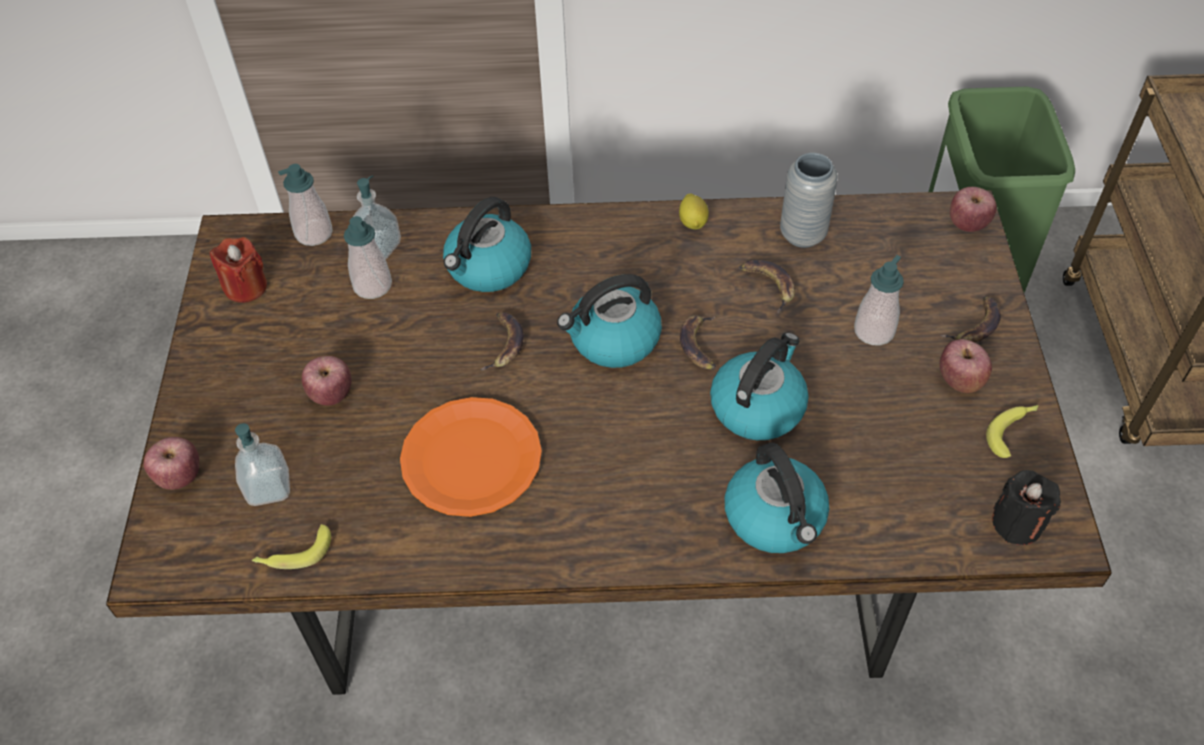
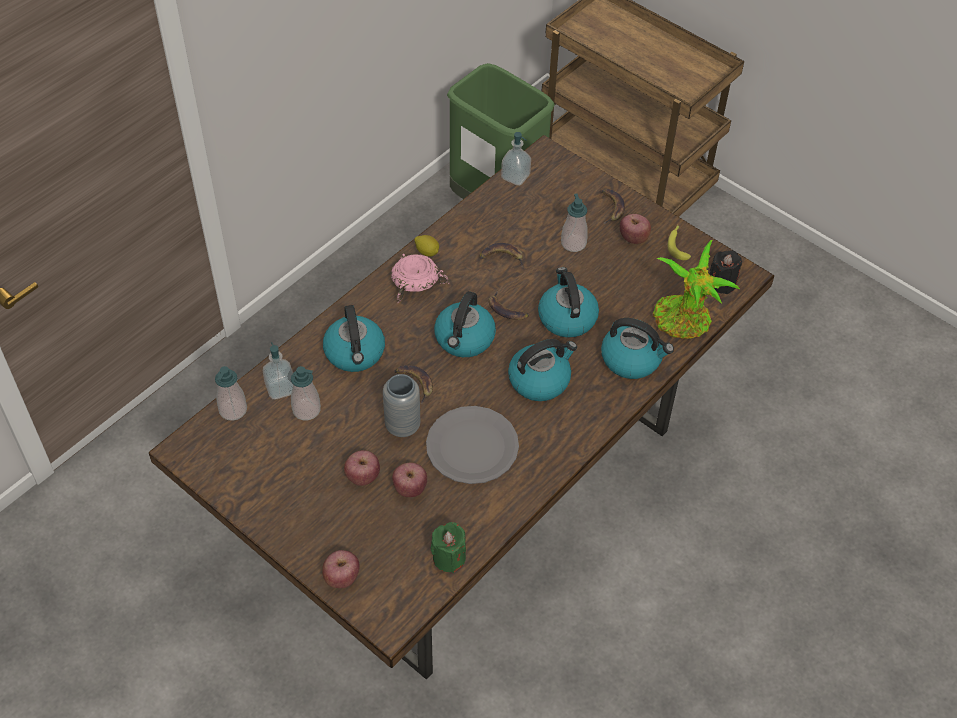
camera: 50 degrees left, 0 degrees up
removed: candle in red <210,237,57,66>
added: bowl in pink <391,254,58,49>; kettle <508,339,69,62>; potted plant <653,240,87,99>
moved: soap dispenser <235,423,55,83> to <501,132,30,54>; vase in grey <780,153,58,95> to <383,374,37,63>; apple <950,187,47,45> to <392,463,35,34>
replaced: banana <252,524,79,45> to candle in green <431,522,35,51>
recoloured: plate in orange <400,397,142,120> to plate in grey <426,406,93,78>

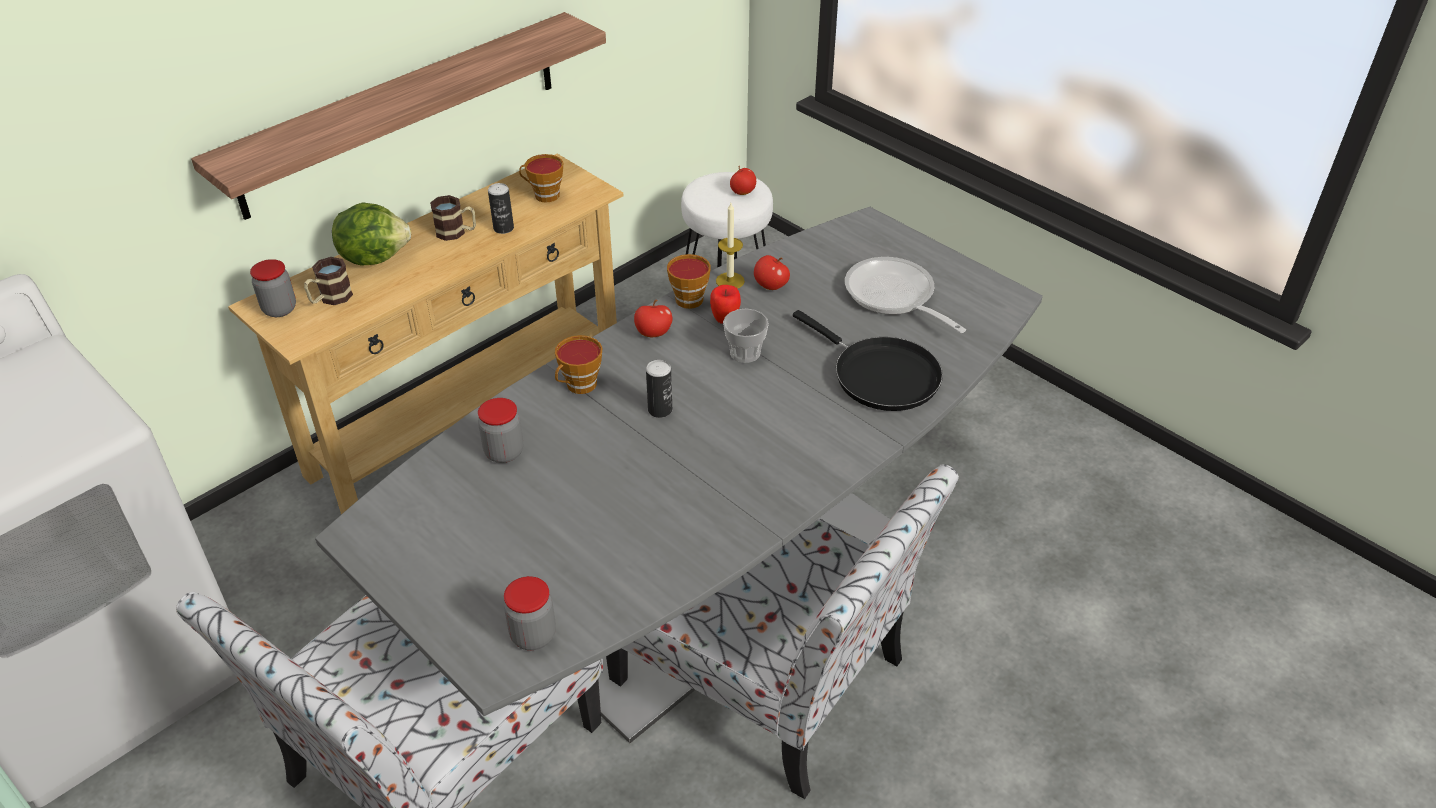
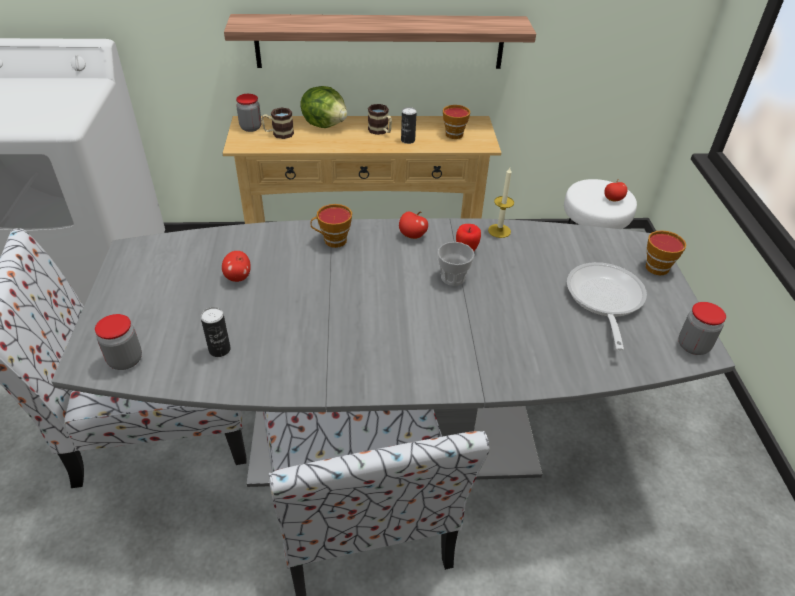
camera: 40 degrees right, 0 degrees up
removed: frying pan in black <793,310,150,101>
moved: jar <478,398,45,65> to <679,302,47,53>; can <646,360,26,58> to <201,307,30,50>; cup <667,254,44,55> to <646,230,40,45>; apple <754,255,36,35> to <222,251,29,31>

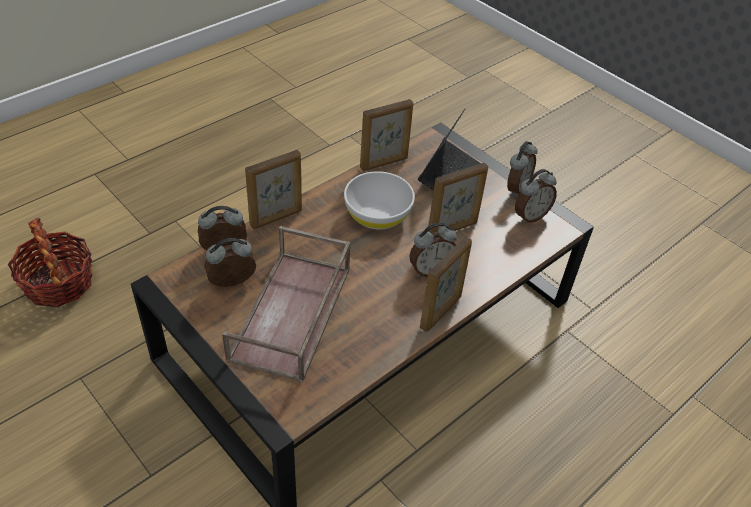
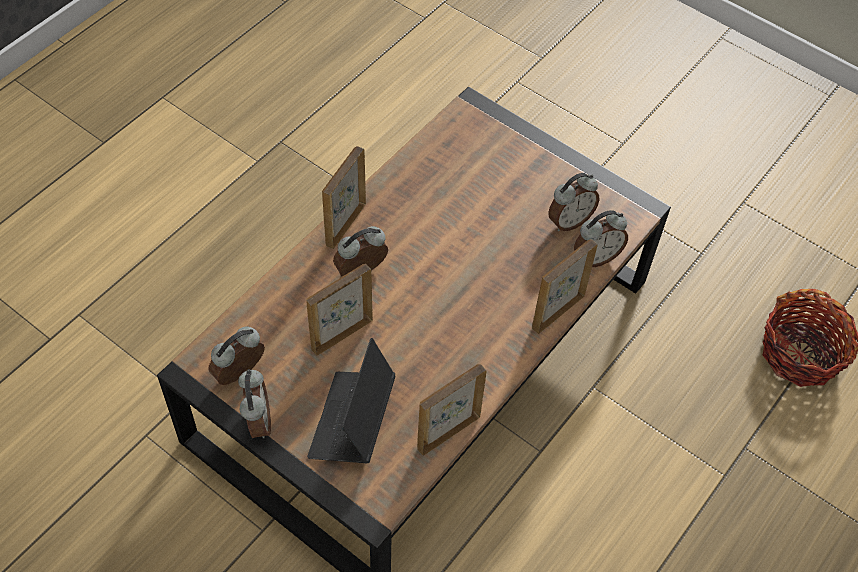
camera: 170 degrees right, 10 degrees up
removed: tray in brown <222,226,129,157>; bowl in white <344,171,71,59>
turned: alarm clock <507,141,31,56> = <238,369,33,69> 150 degrees clockwise

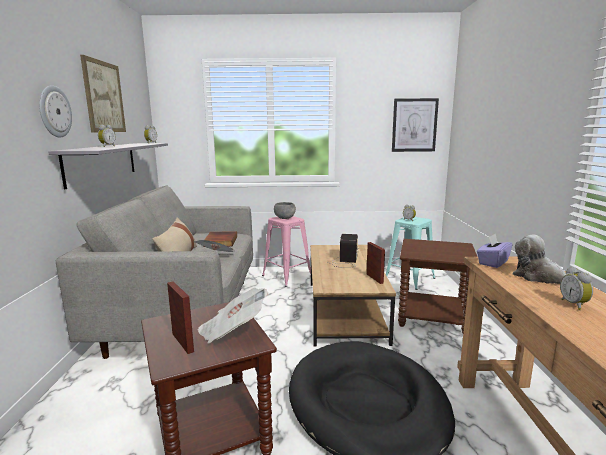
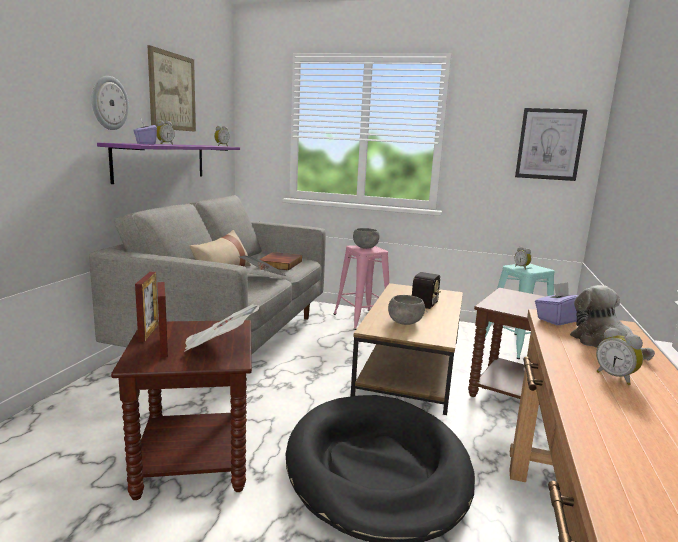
camera: 15 degrees right, 0 degrees up
added: tissue box in purple <133,119,24,26>; bowl in grey <388,295,37,30>
moved: picture frame <366,242,19,42> to <135,272,23,70>
recoloured: shelf in grey <48,143,120,46> to shelf in purple <97,143,143,41>
turned: alarm clock <560,267,33,43> = <596,327,47,58> 45 degrees counterclockwise

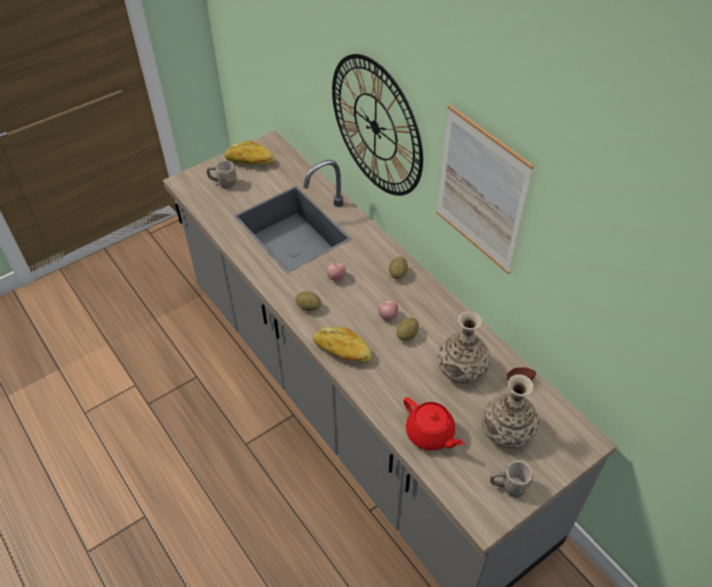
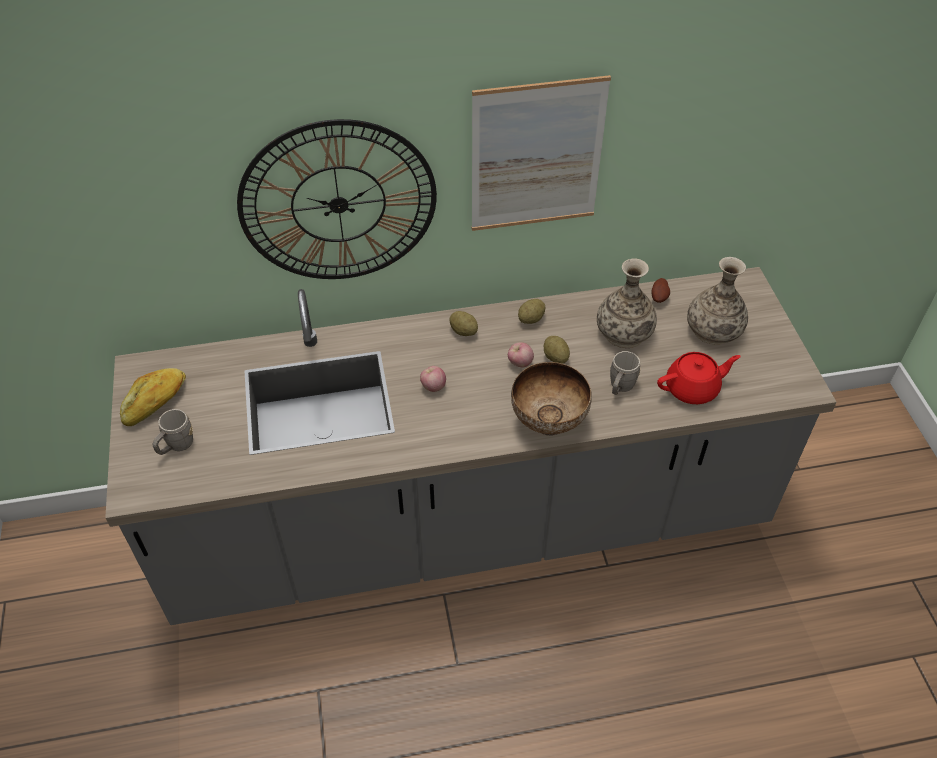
camera: 65 degrees left, 0 degrees up
moved: potato <296,291,25,20> to <518,299,27,25>; mug in grey <490,461,43,36> to <610,351,31,44>
replaced: bread <313,327,59,35> to bowl <511,362,81,74>

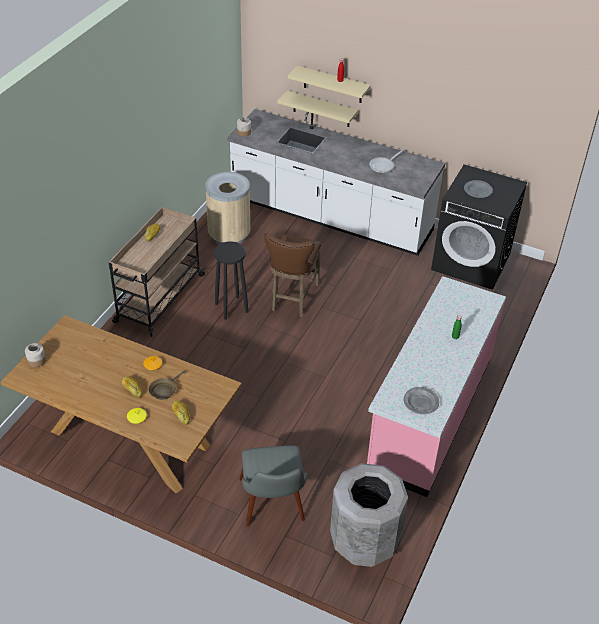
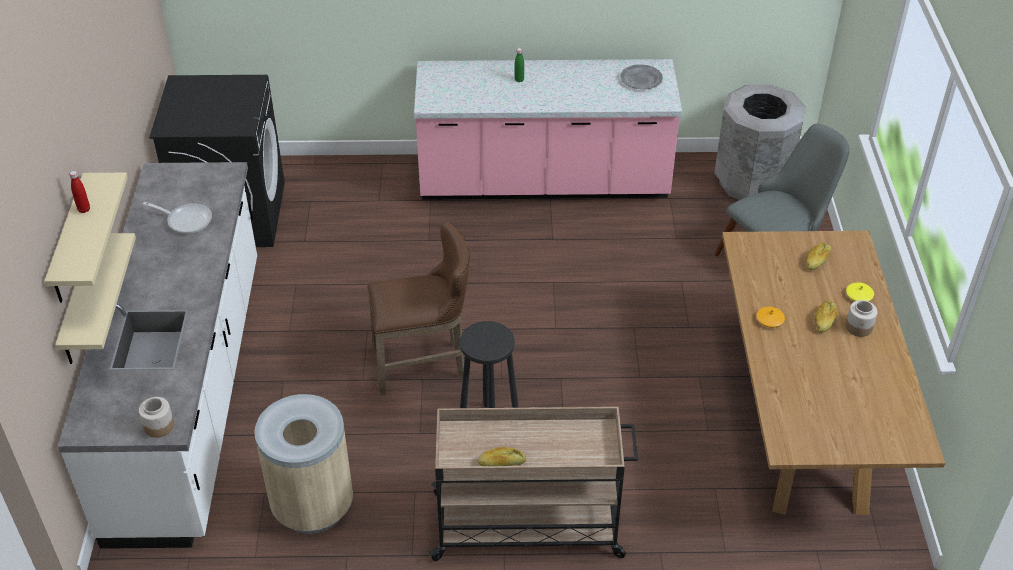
camera: 115 degrees left, 0 degrees up
removed: frying pan in brown <149,370,37,30>; plate in grey <464,180,29,18>
moved: jar <25,343,21,24> to <845,300,33,37>

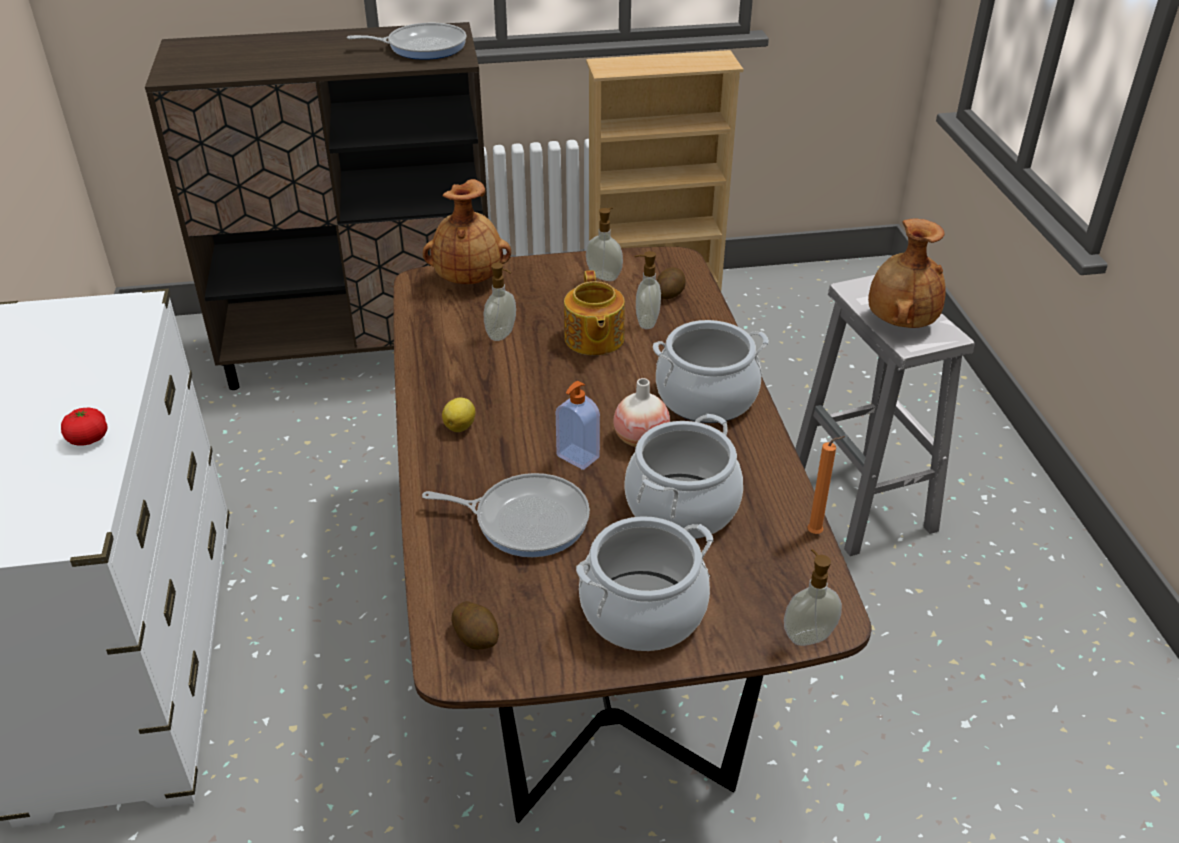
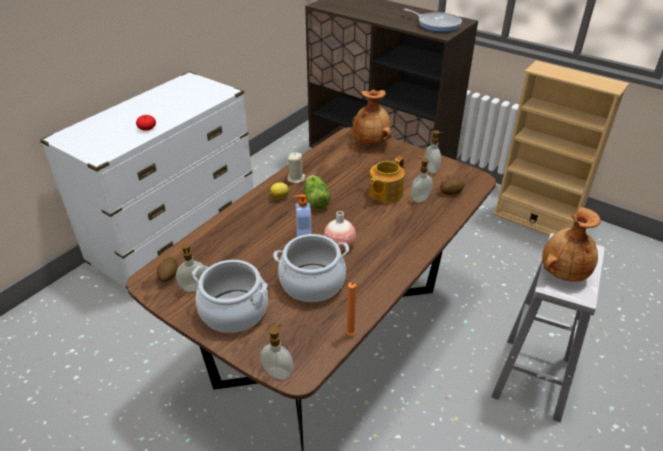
camera: 45 degrees right, 0 degrees up
removed: frying pan <422,473,168,84>; cooking pot <653,320,116,103>
added: candle in beige <287,152,18,31>; lettuce <304,175,27,35>
moved: soap dispenser <484,263,32,78> to <176,243,30,49>

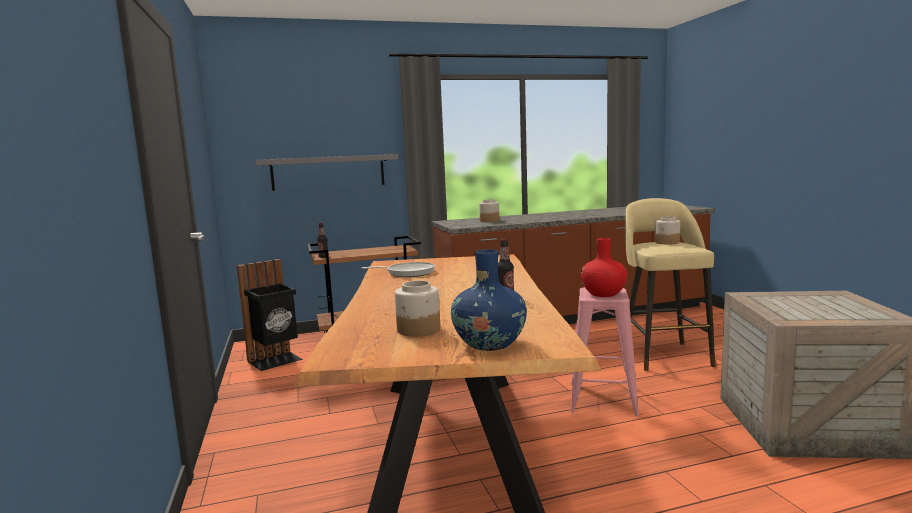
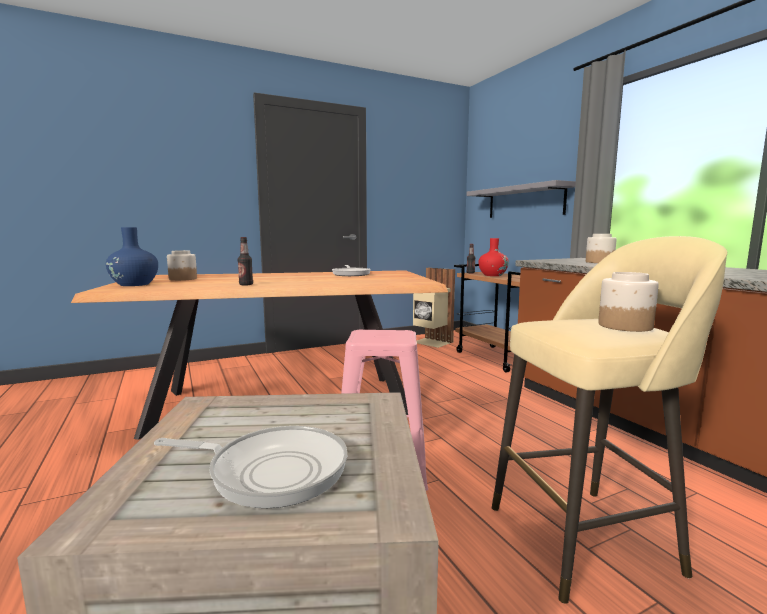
camera: 80 degrees right, 0 degrees up
added: frying pan <154,426,193,82>
moved: vase in red <581,238,46,59> to <478,238,31,38>
recoloured: trash can in black <237,259,66,112> to trash can in beige <413,268,42,80>

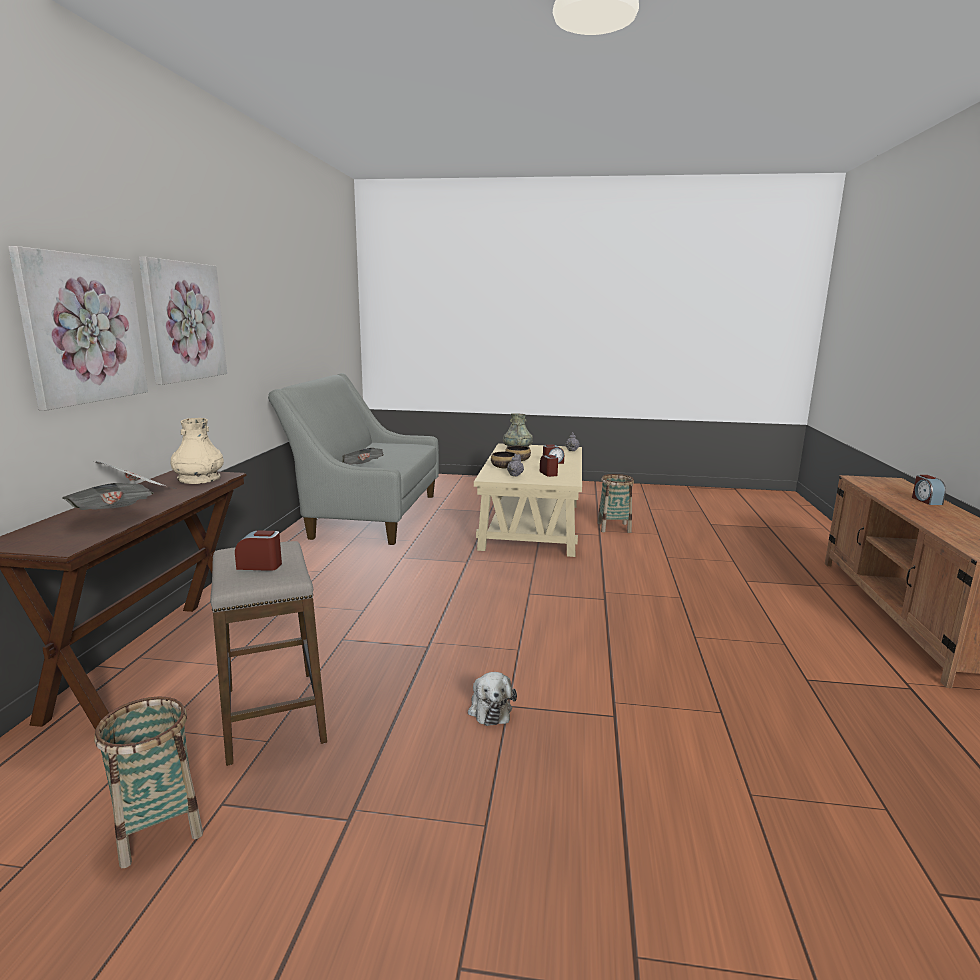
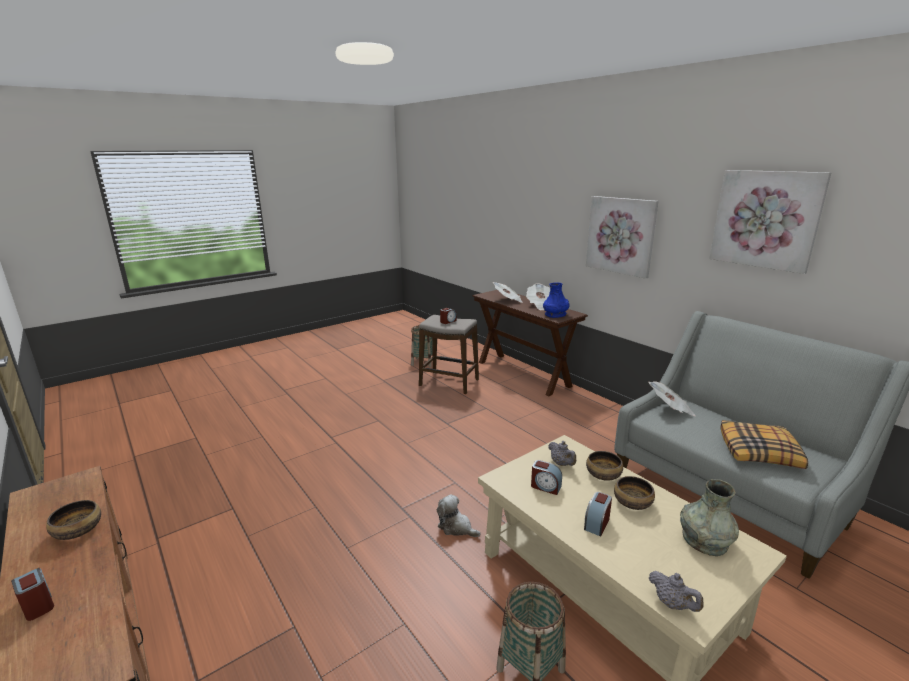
camera: 135 degrees right, 5 degrees up
added: bowl <46,500,55,40>; pillow <720,420,88,49>
moved: picture <9,246,139,164> to <709,170,122,104>; plush toy <468,672,49,54> to <437,494,44,43>
recoloured: vase in beige <171,418,53,66> to vase in blue <543,282,27,36>

